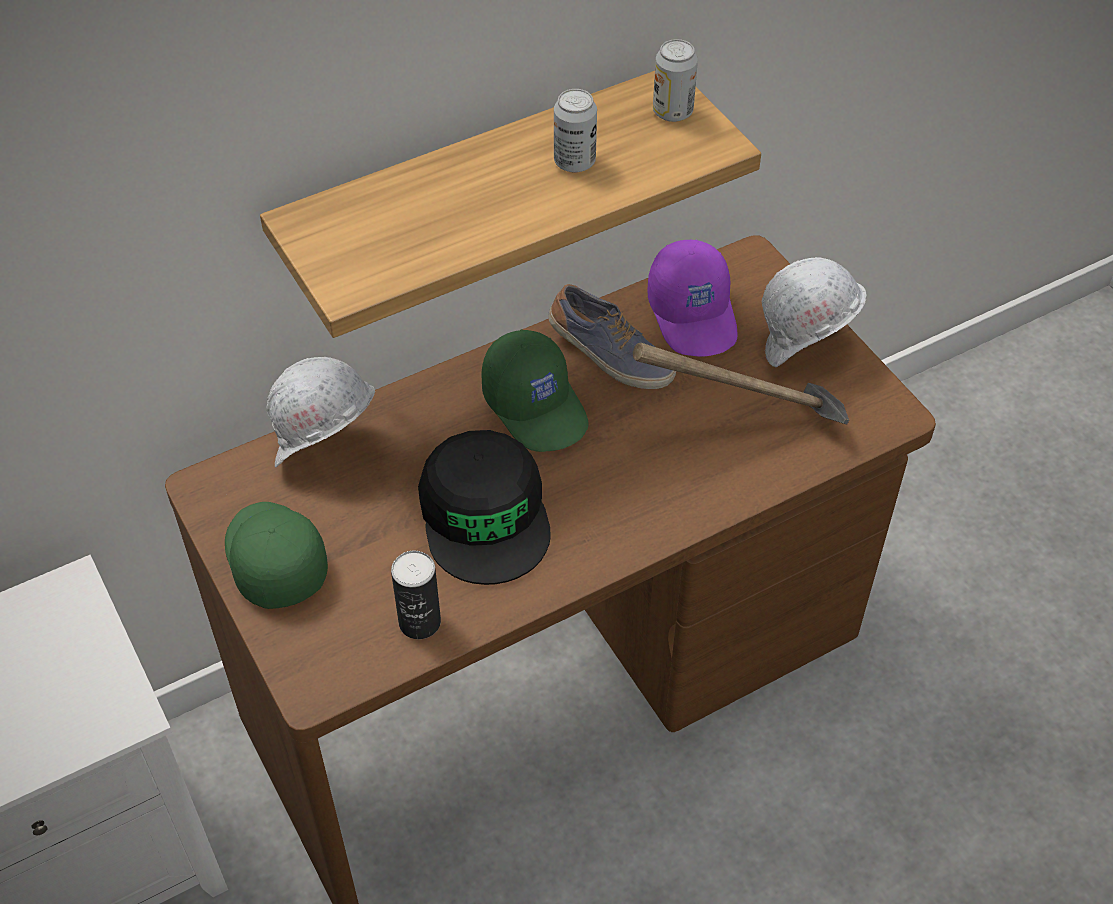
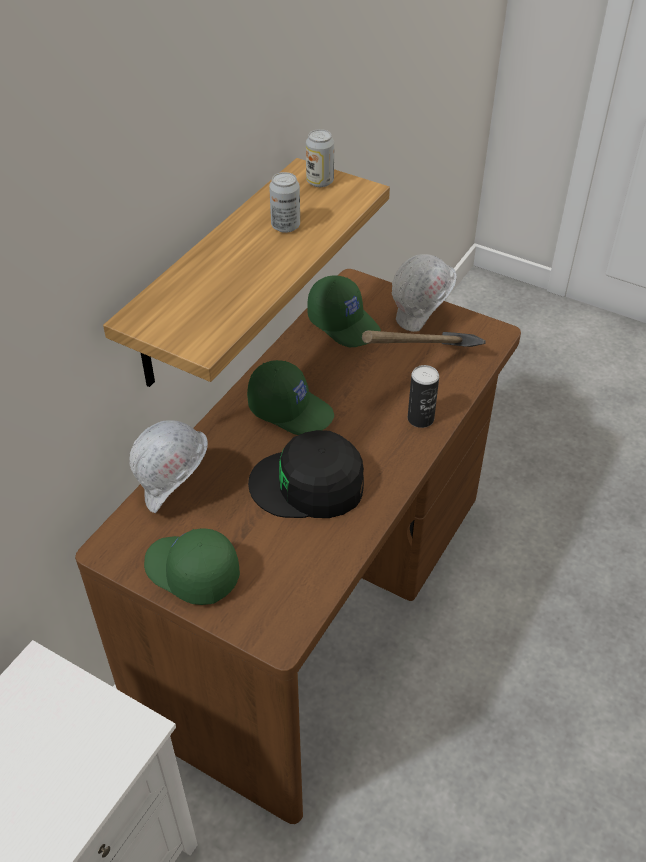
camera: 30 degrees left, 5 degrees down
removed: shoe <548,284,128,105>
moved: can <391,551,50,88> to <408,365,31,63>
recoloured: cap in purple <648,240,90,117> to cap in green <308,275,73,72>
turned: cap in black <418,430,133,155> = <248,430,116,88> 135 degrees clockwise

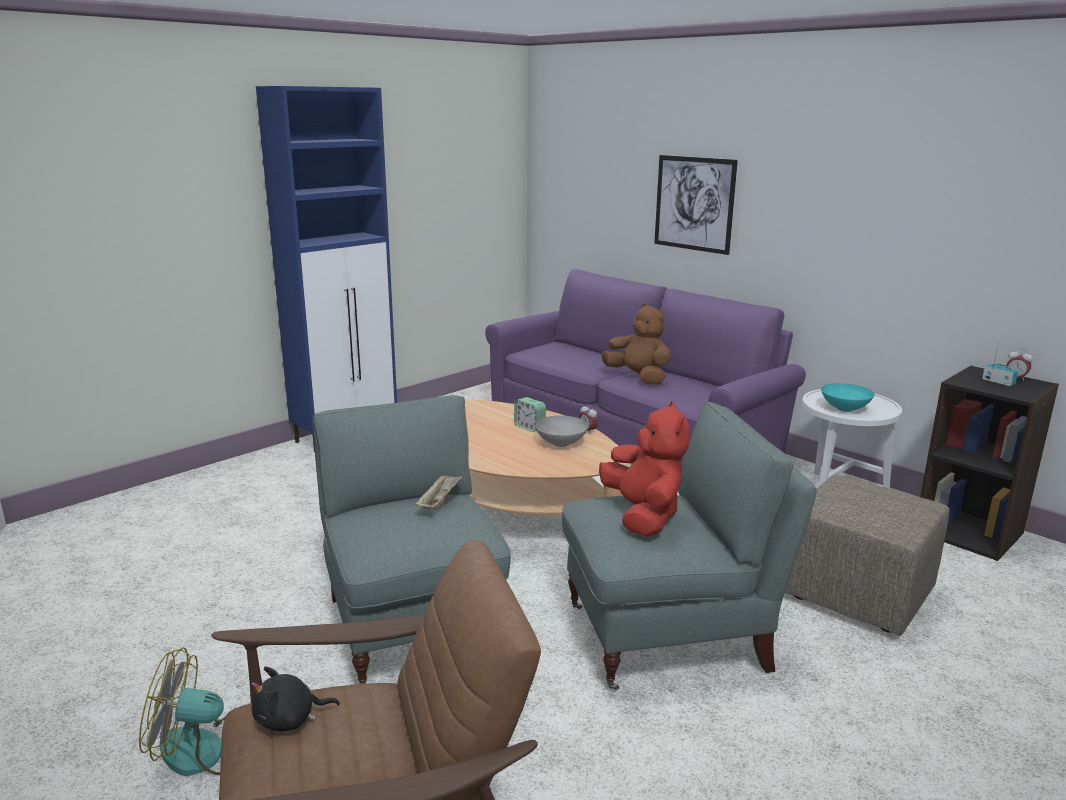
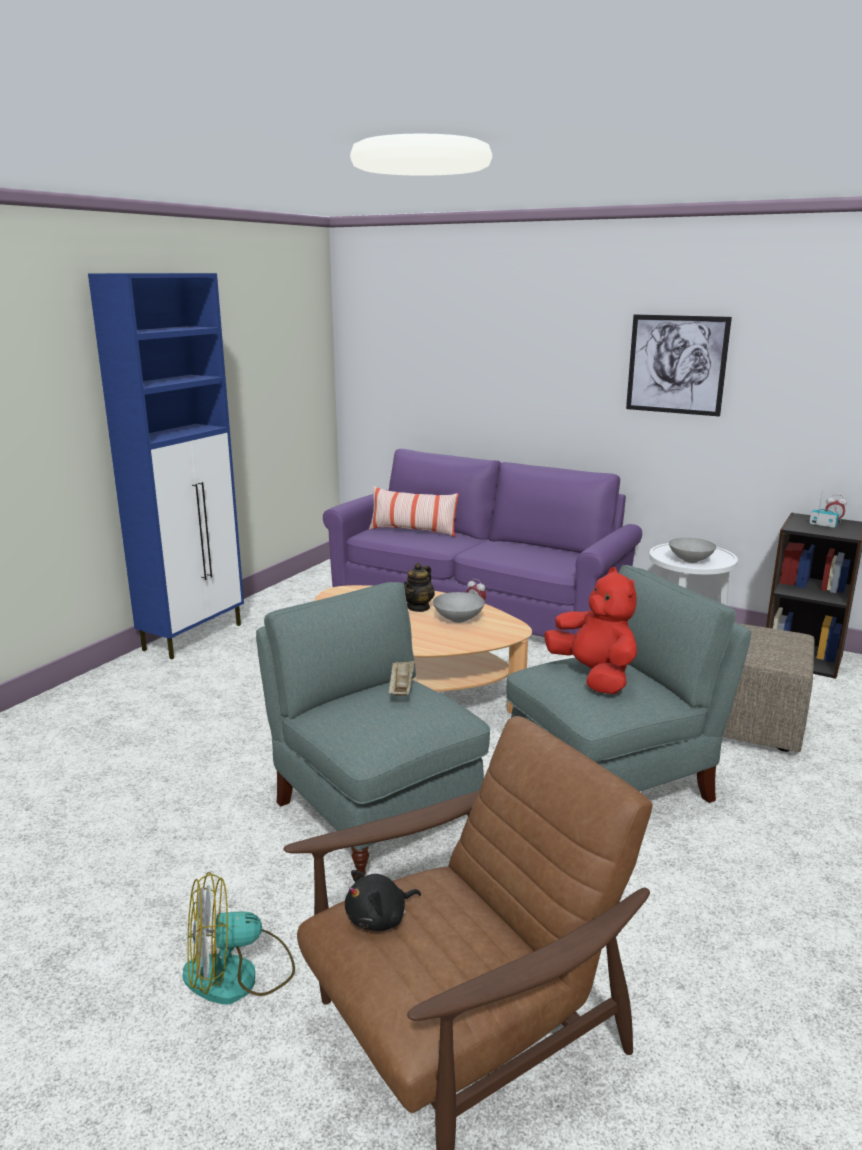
camera: 15 degrees left, 0 degrees up
removed: plush toy in brown <601,303,70,81>
added: pillow <369,486,90,51>
moved: picture <654,155,84,100> to <626,314,106,102>
replaced: alarm clock <514,397,32,35> to teapot <404,563,31,49>
recoloured: bowl in turquoise <821,383,53,29> to bowl in grey <669,538,47,25>

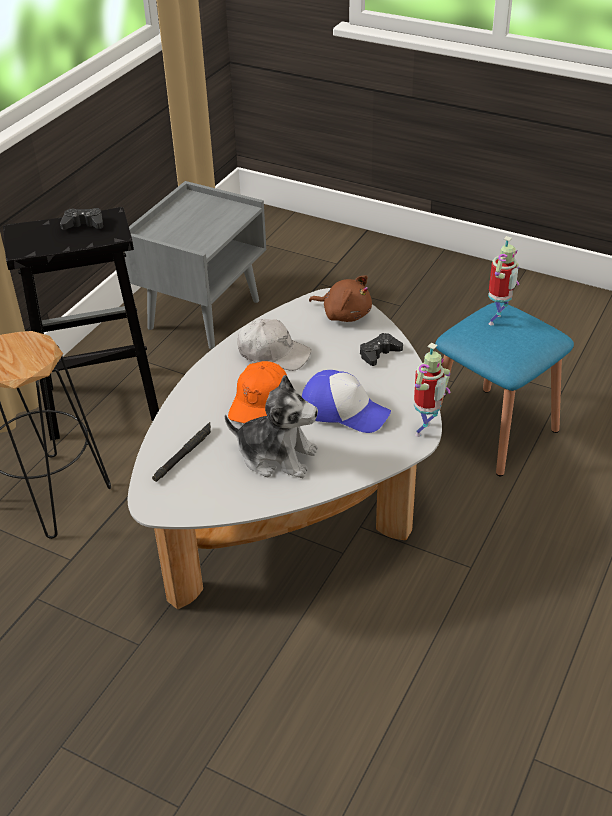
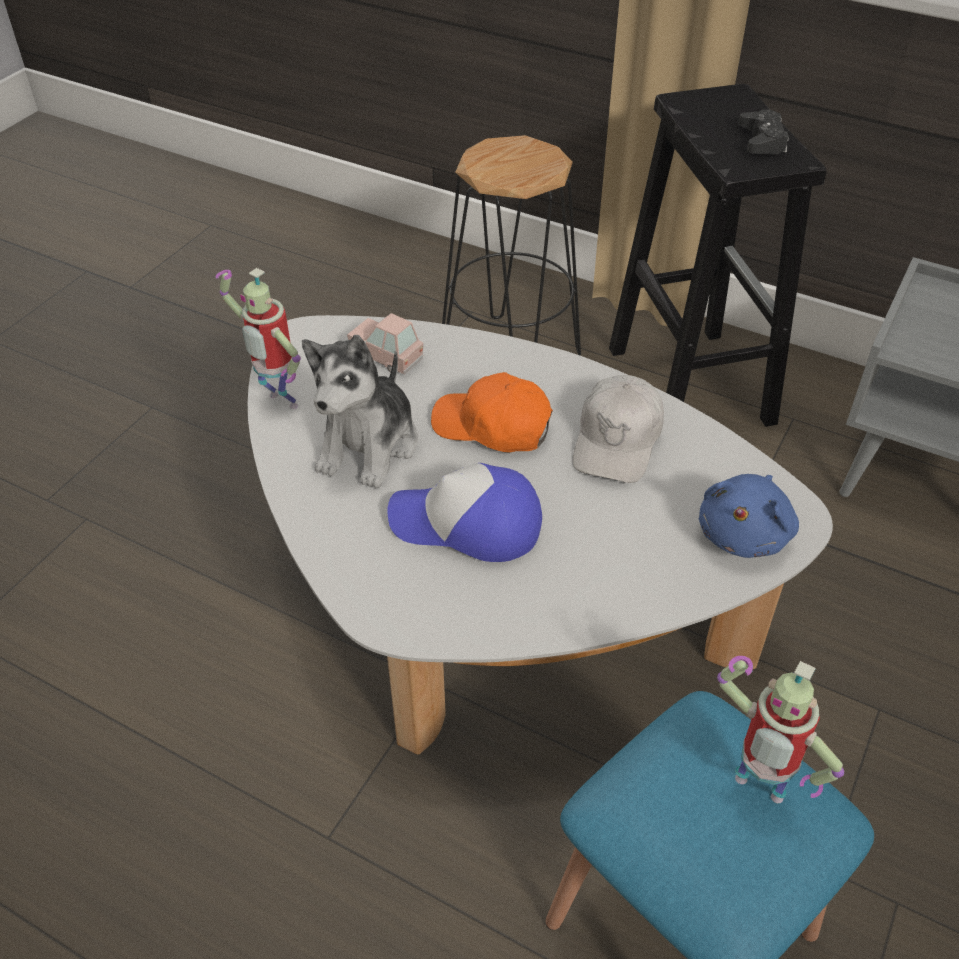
camera: 90 degrees right, 5 degrees up
removed: game controller in black <360,333,43,33>
moved: toy robot <414,343,36,94> to <216,268,85,141>
replaced: flashlight in black <152,422,59,60> to toy car in pink <347,313,77,61>
recoloured: plush toy in brown <309,275,63,47> to plush toy in blue <699,474,100,84>
turned: cap <302,370,89,63> = <387,463,155,99> 75 degrees clockwise

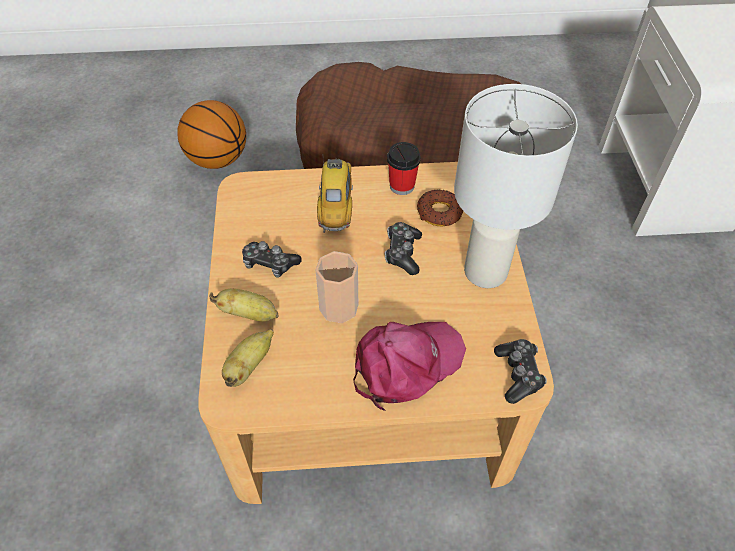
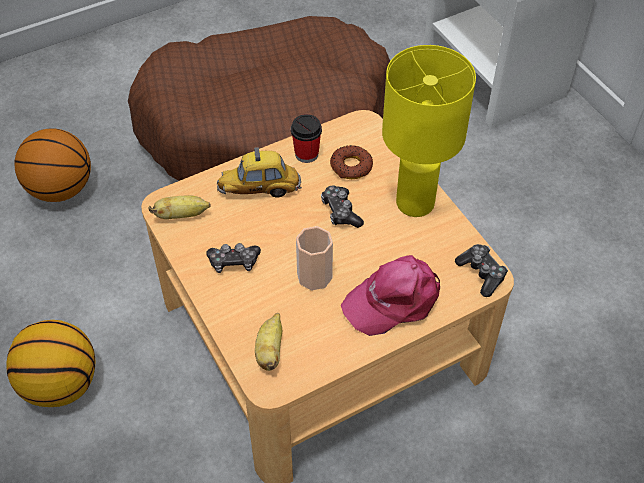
camera: 25 degrees left, 0 degrees up
added: basketball <6,320,90,87>
moved: banana <209,289,69,33> to <149,195,62,24>
recoloured: table lamp in white <454,84,124,204> to table lamp in yellow <382,45,94,172>
turned: toy car <317,158,36,75> = <217,147,85,50> 75 degrees counterclockwise; cap in pink <353,322,113,89> = <341,255,99,81> 150 degrees counterclockwise

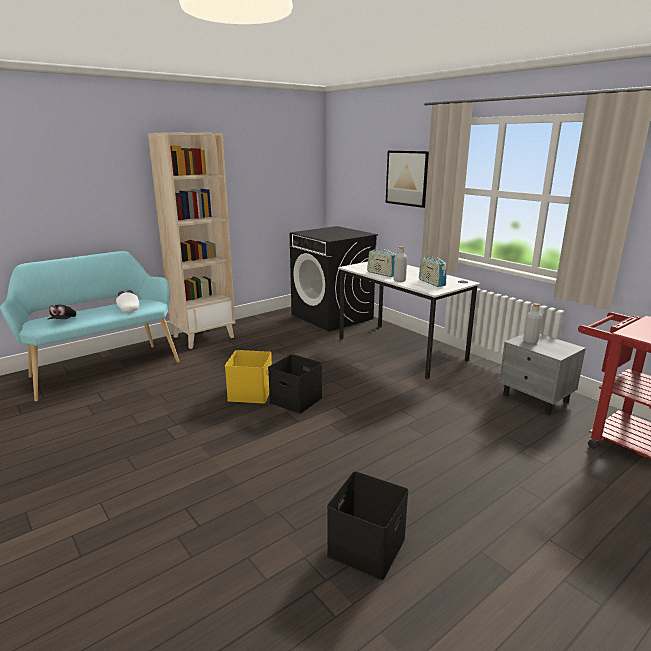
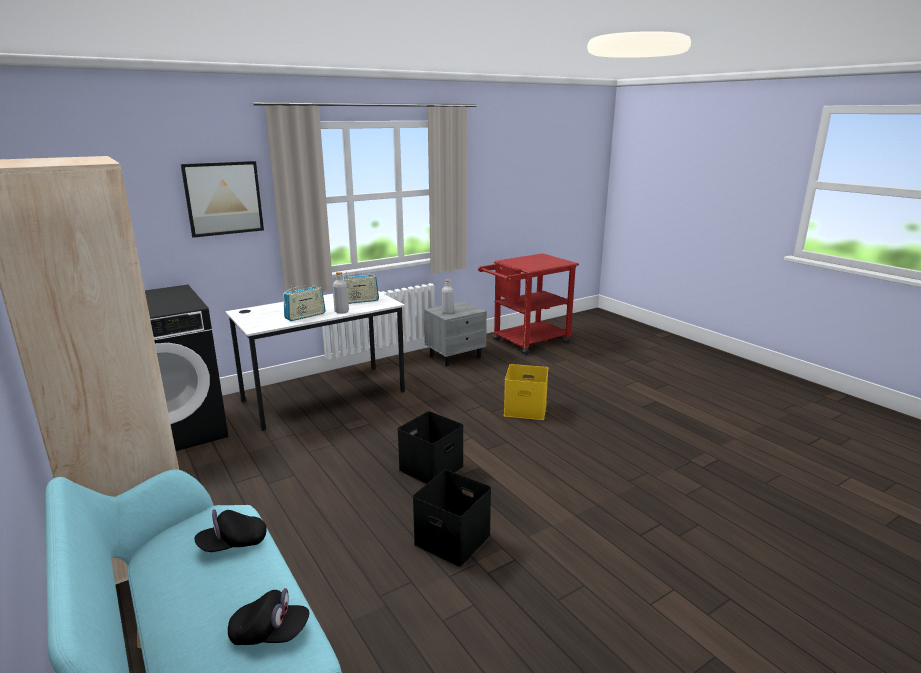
camera: 85 degrees left, 0 degrees up
moved: storage box in yellow <225,350,47,53> to <504,364,44,56>; storage box in black <327,471,82,109> to <413,470,78,97>
recoloured: cap in white <116,290,23,22> to cap in black <194,509,73,43>

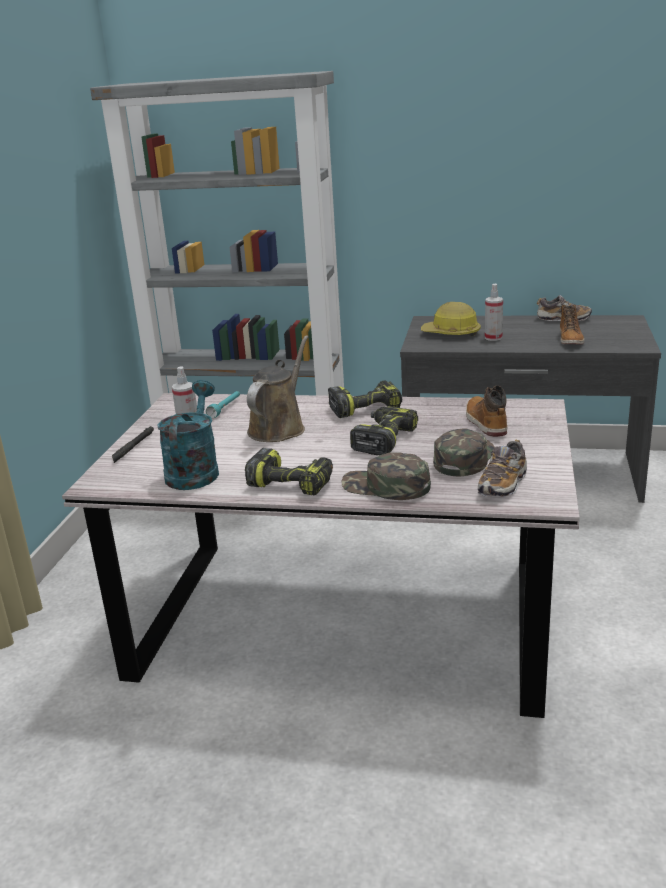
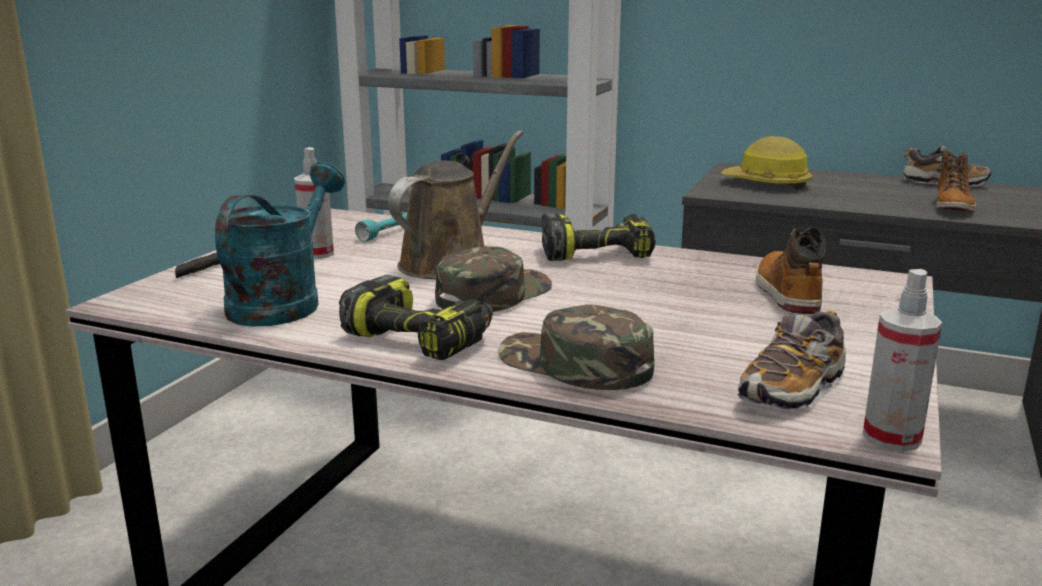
camera: 10 degrees right, 5 degrees down
removed: power drill <350,406,68,49>
moved: cap in green <433,428,62,48> to <435,246,117,66>; spray bottle <485,284,18,57> to <863,269,79,183>

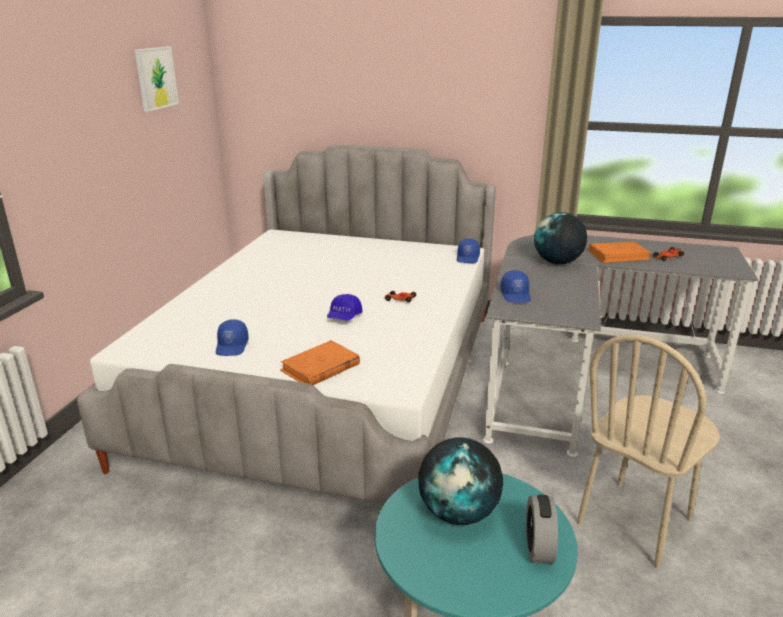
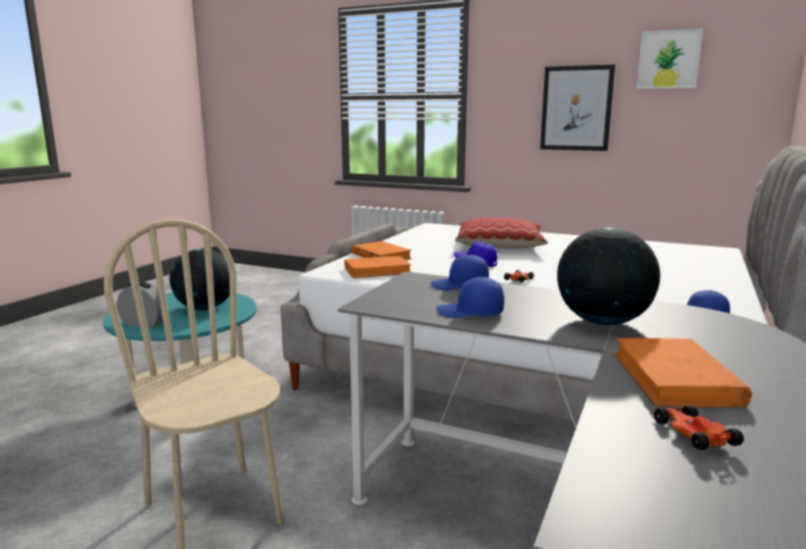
camera: 100 degrees right, 10 degrees down
added: book in orange <344,256,67,22>; pillow <455,218,93,30>; picture <540,65,75,86>
moved: cap in blue <216,319,33,37> to <436,277,68,41>

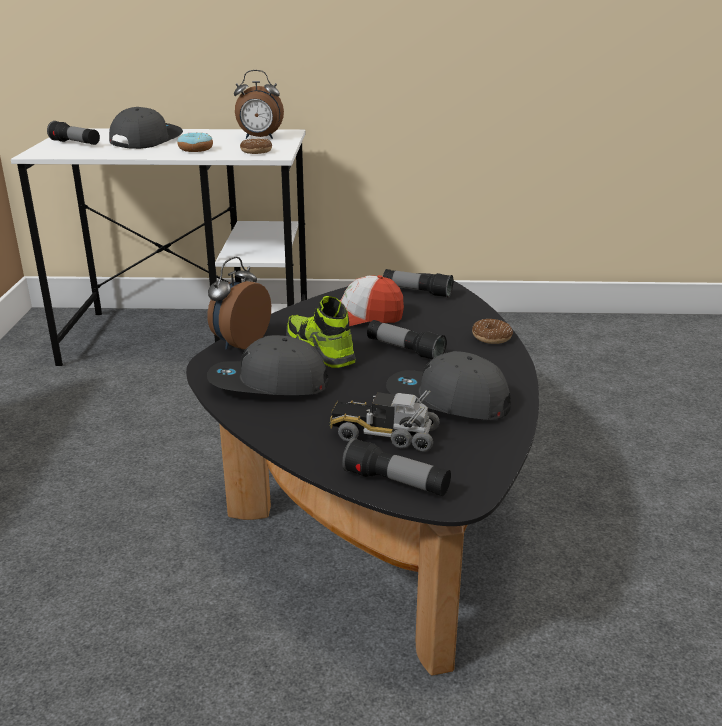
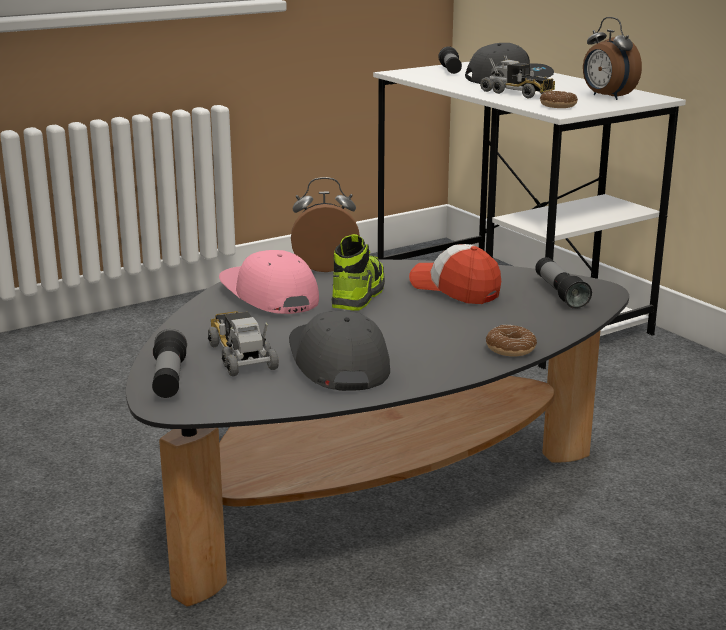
camera: 55 degrees right, 5 degrees down
removed: flashlight <367,320,80,39>
replaced: donut <177,133,36,19> to toy truck <480,55,75,43>
recoloured: cap in grey <207,335,122,60> to cap in pink <219,250,100,64>

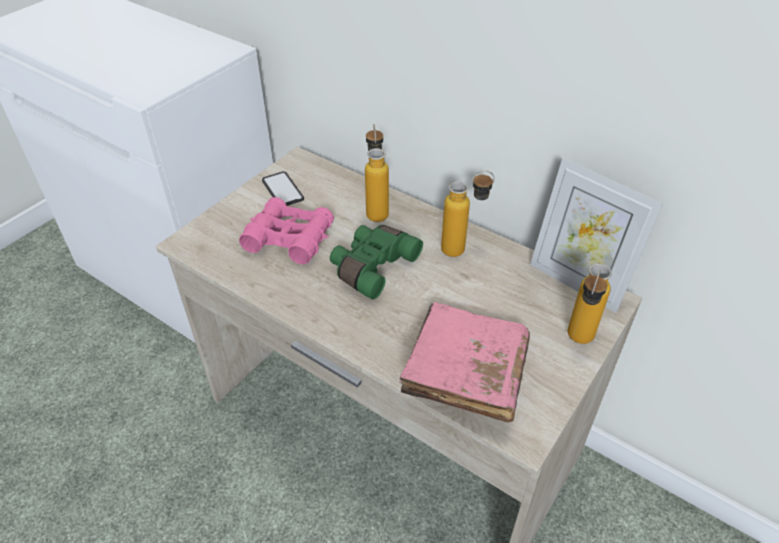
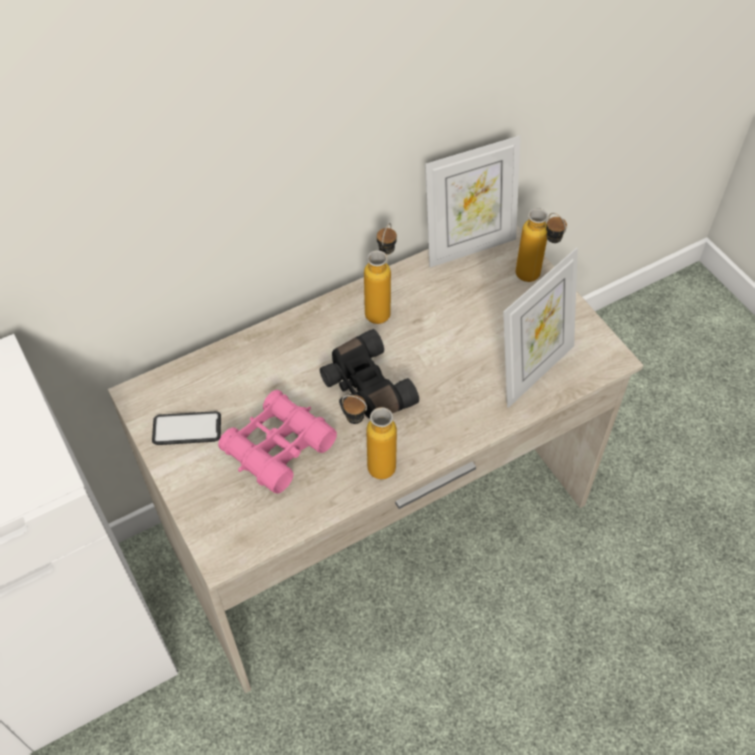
camera: 65 degrees left, 10 degrees up
moved: bottle <365,124,24,98> to <342,395,55,84>
replaced: book in pink <399,302,131,121> to picture frame <503,248,75,160>
recoloured: binoculars in green <330,225,93,75> to binoculars in black <320,329,99,90>

